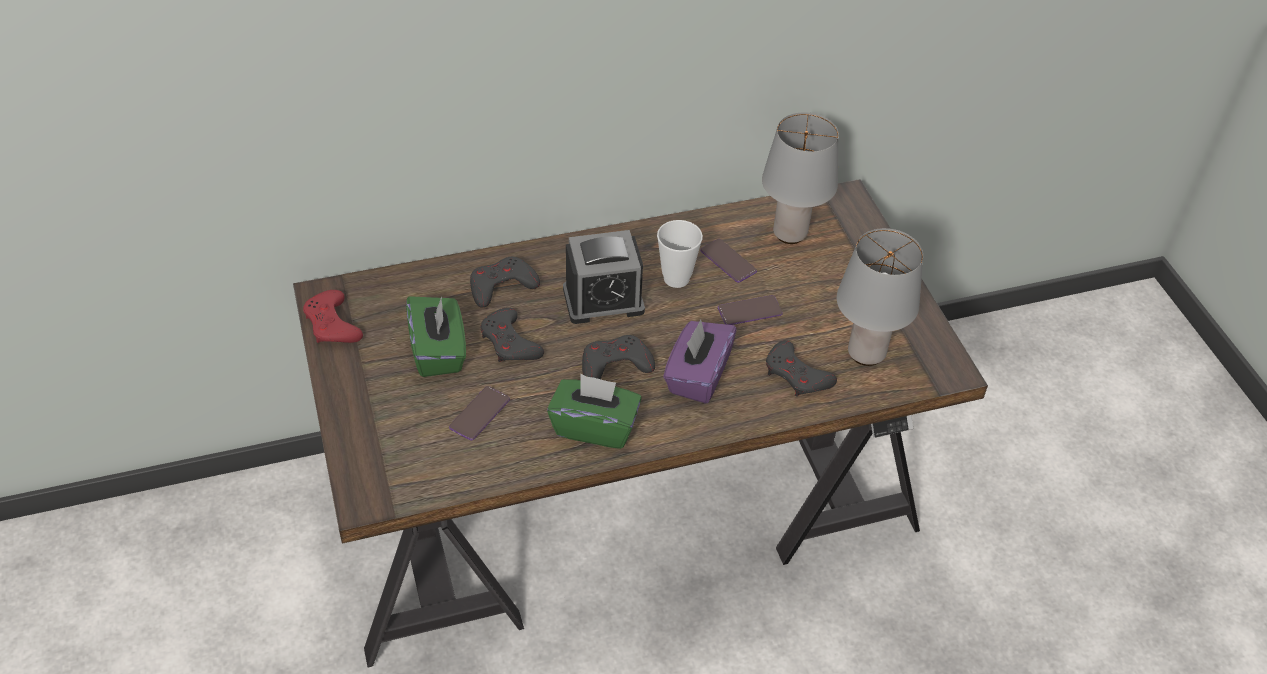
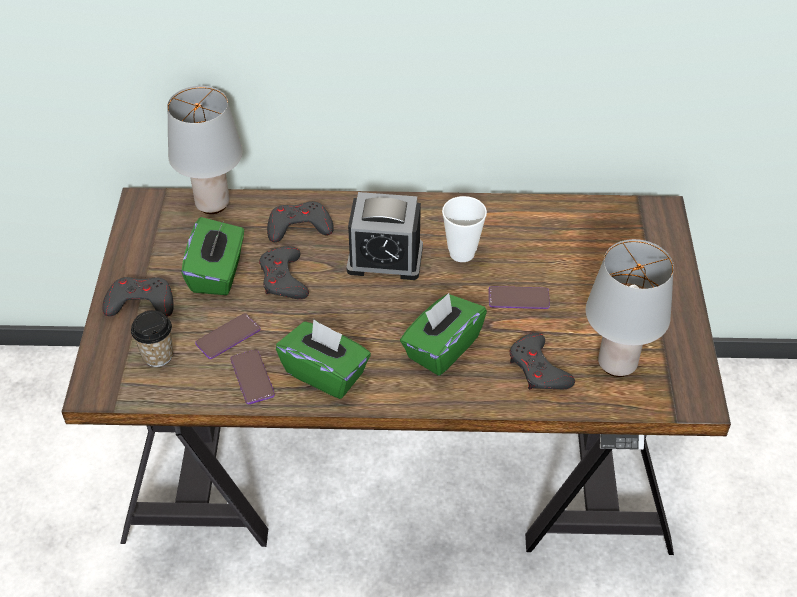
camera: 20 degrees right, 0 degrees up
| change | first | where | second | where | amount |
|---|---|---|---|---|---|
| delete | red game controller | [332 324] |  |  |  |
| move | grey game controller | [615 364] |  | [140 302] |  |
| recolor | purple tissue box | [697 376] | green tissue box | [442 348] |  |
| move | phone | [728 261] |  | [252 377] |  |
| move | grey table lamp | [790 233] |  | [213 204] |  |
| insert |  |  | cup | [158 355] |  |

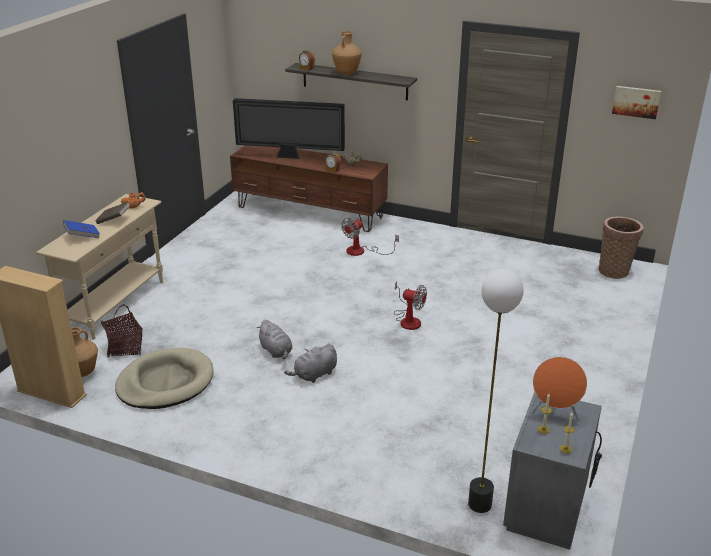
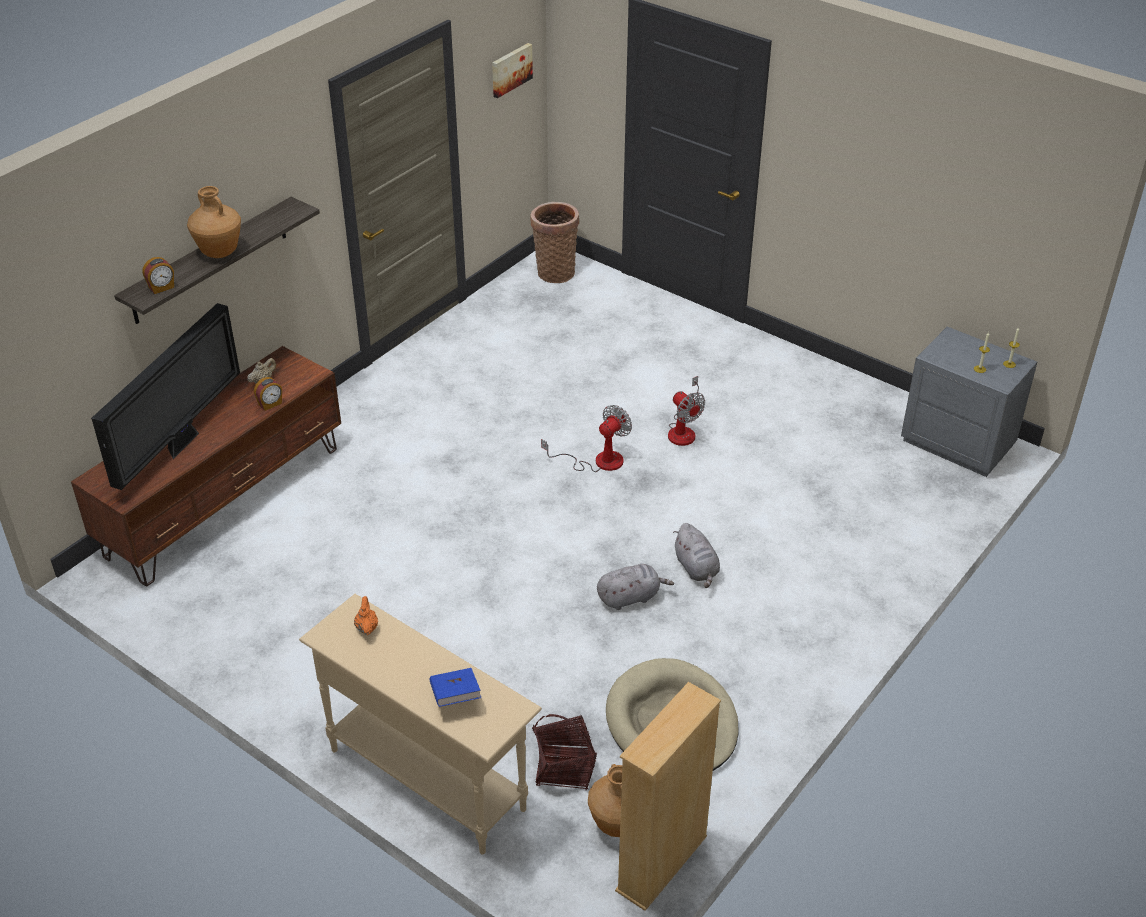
camera: 75 degrees left, 10 degrees up
| change | first | where | second | where | amount |
|---|---|---|---|---|---|
| delete | brown book | [114 220] |  |  |  |
| move | fan | [362 251] |  | [684 430] |  |
| delete | floor lamp | [479 504] |  |  |  |
| delete | orange speaker | [554 413] |  |  |  |

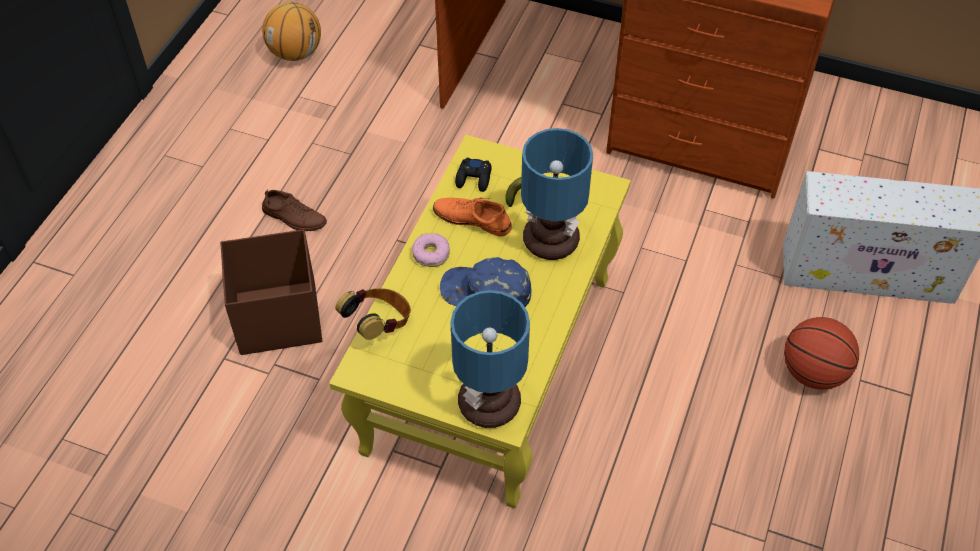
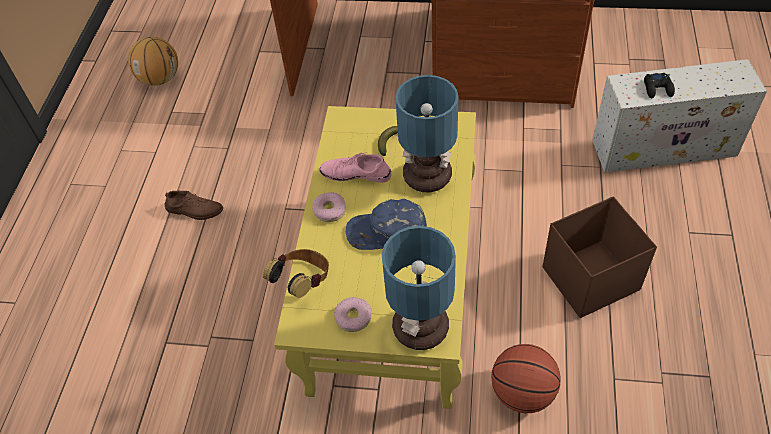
camera: 10 degrees left, 0 degrees up
| change | first | where | second | where | amount |
|---|---|---|---|---|---|
| move | brown storage box | [277 318] |  | [589 279] |  |
| recolor | orange shoe | [472 219] | pink shoe | [355 173] |  |
| move | black game controller | [474 178] |  | [658 88] |  |
| move | basketball | [813 372] |  | [523 392] |  |
| insert |  |  | donut | [353 317] |  |

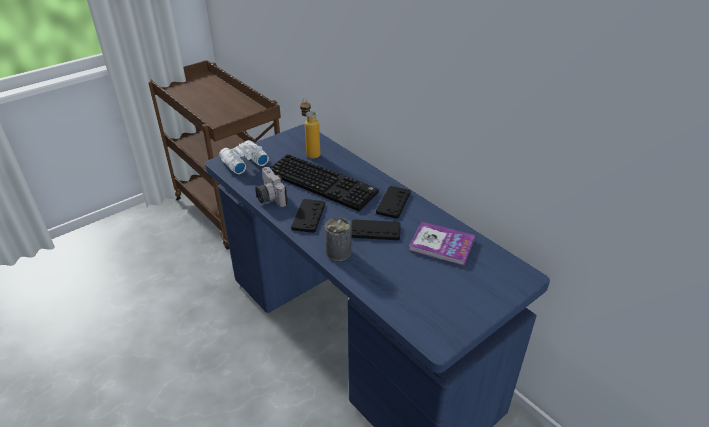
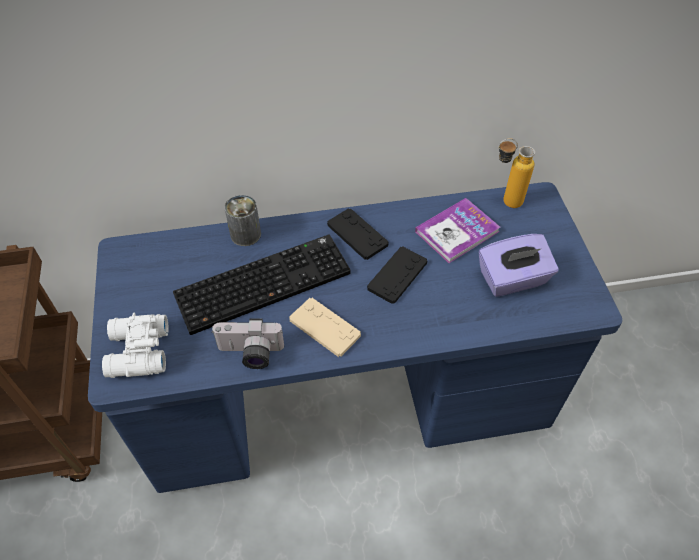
camera: 60 degrees left, 15 degrees up
| change | first | where | second | where | amount |
|---|---|---|---|---|---|
| recolor | black game controller | [308 216] | beige game controller | [324 327] |  |
| move | bottle | [311 152] |  | [504 201] |  |
| move | can | [338 252] |  | [245 234] |  |
| insert |  |  | purple tissue box | [512 279] |  |

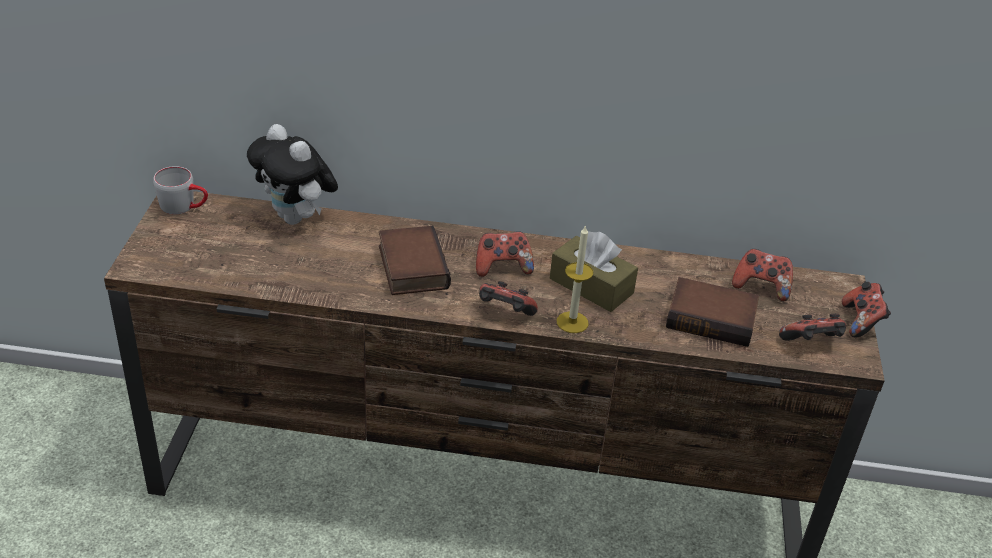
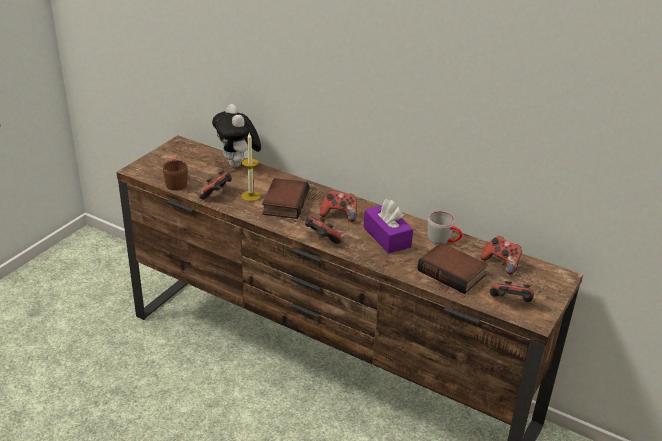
camera: 25 degrees right, 5 degrees down
| change | first | where | second | where | amount |
|---|---|---|---|---|---|
| move | grey mug | [184 206] |  | [444 240] |  |
| recolor | brown tissue box | [591 286] | purple tissue box | [387 237] |  |
| move | candle | [572 322] |  | [251 196] |  |
| move | game controller | [861 322] |  | [217 194] |  |
| insert |  |  | brown mug | [175 182] |  |

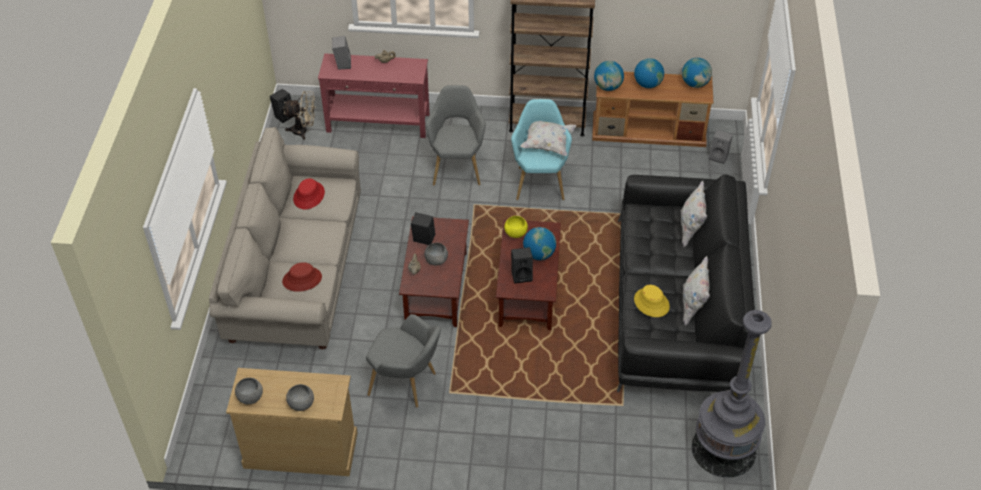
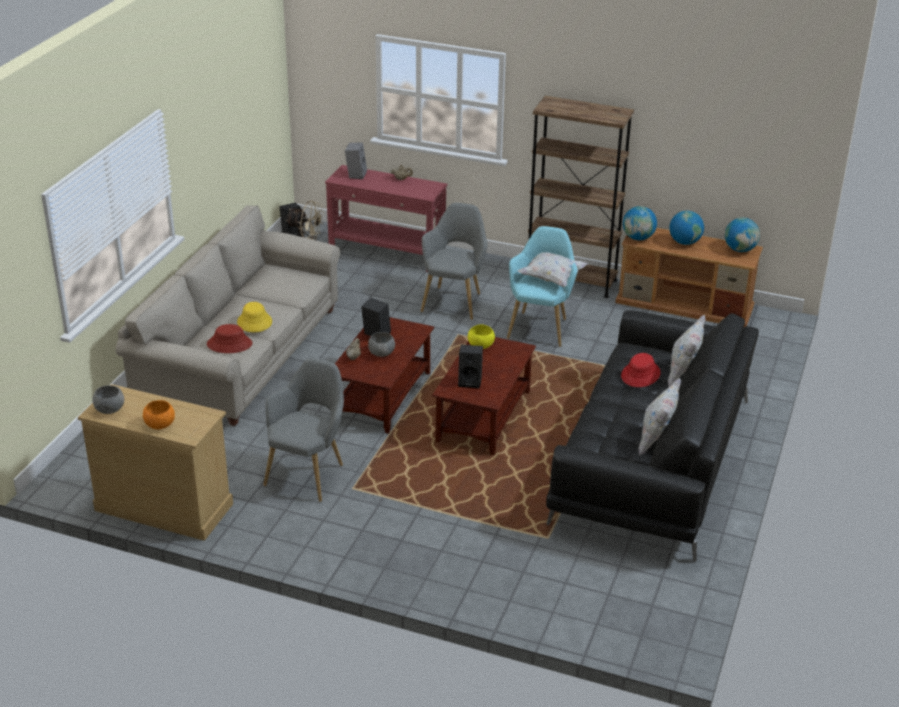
camera: 15 degrees right, 15 degrees down
| change | first | where | second | where | amount |
|---|---|---|---|---|---|
| recolor | grey bowl | [301 403] | orange bowl | [160 424] |  |
| move | red hat | [309 196] |  | [640 375] |  |
| rotate | grey armchair | [407 384] |  | [309 473] | 105 degrees counterclockwise |
| delete | globe | [539 254] |  |  |  |
| move | yellow hat | [651 303] |  | [254 322] |  |
| delete | grey floor lamp | [723 449] |  |  |  |
| delete | grey speaker | [719 156] |  |  |  |

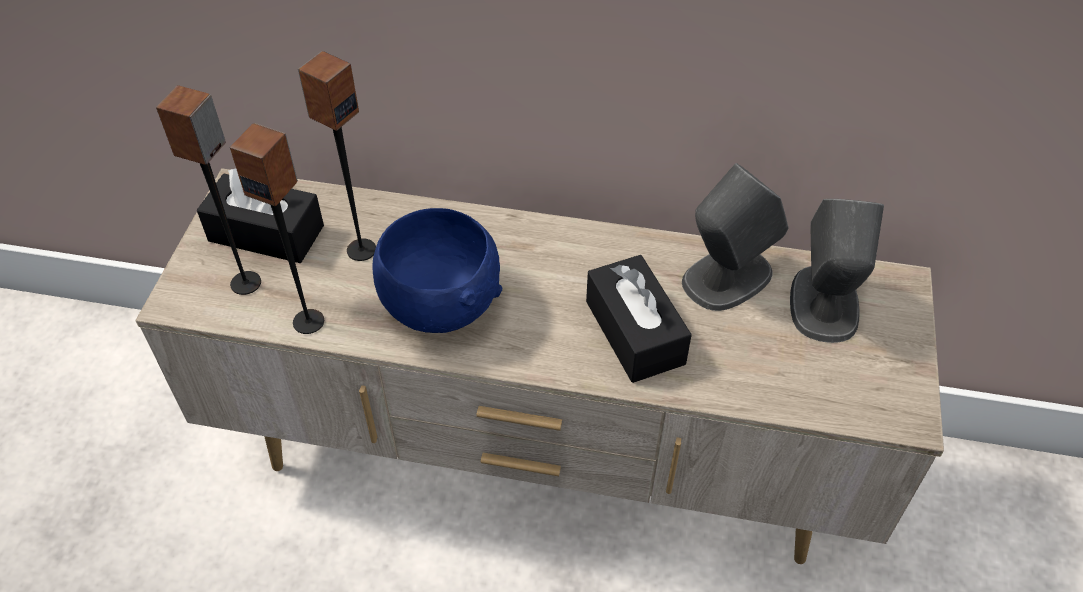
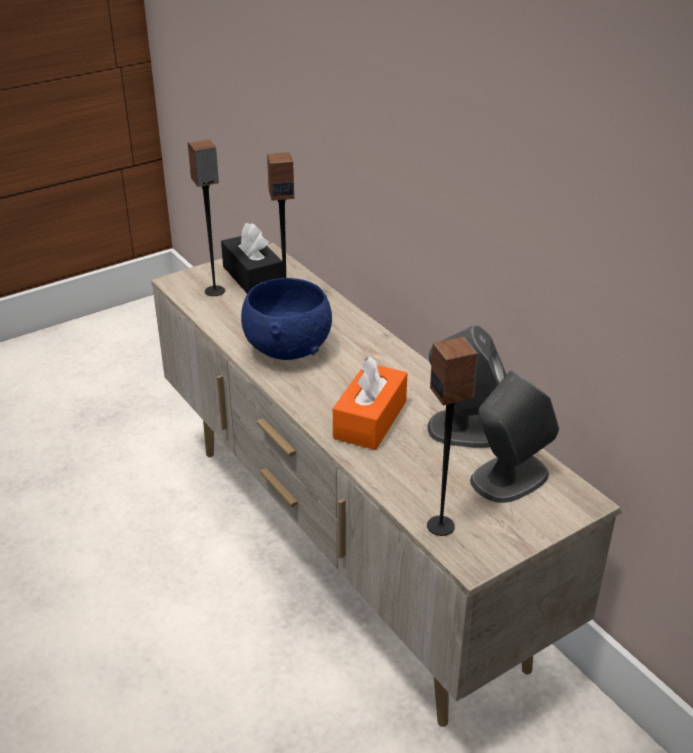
camera: 45 degrees right, 15 degrees down
| change | first | where | second | where | amount |
|---|---|---|---|---|---|
| move | speaker | [309 321] |  | [441 526] |  |
| recolor | black tissue box | [634 332] | orange tissue box | [370 420] |  |

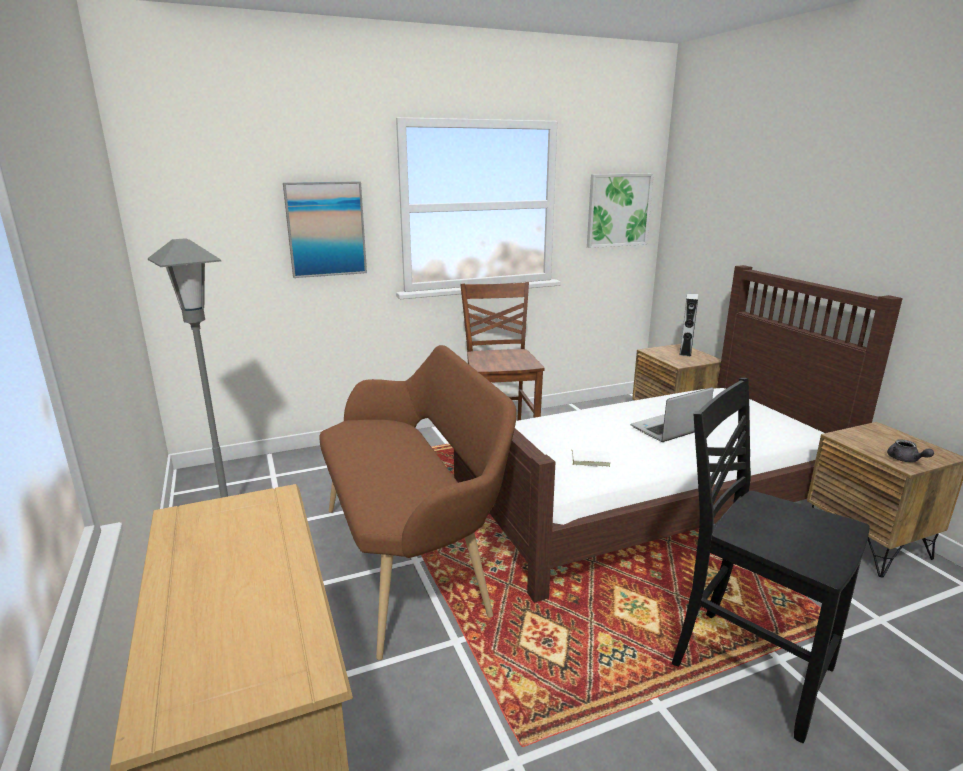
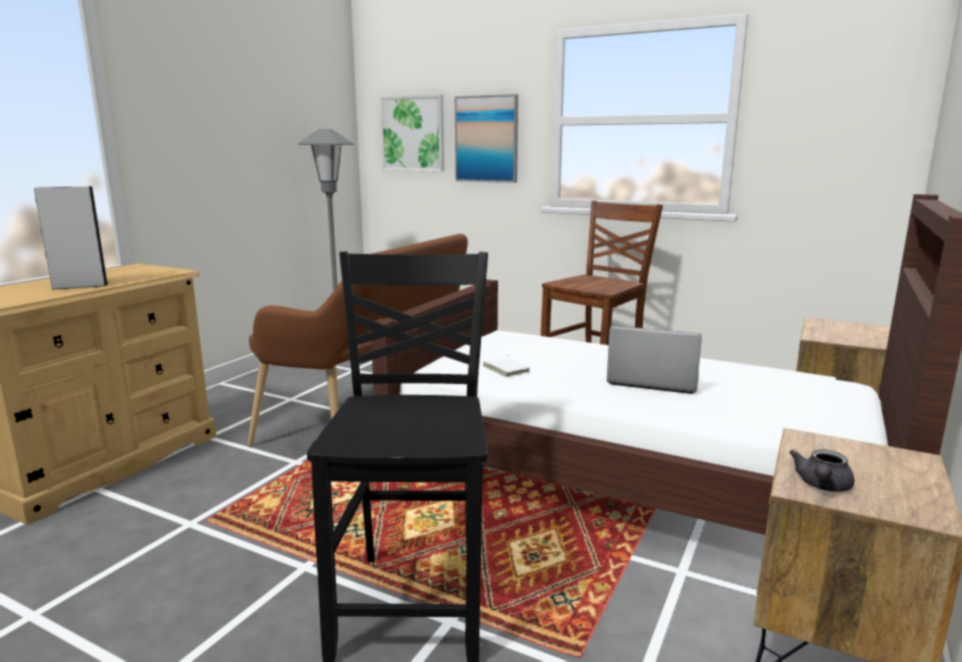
camera: 50 degrees right, 5 degrees down
| change | first | where | second | where | amount |
|---|---|---|---|---|---|
| move | picture | [618 210] |  | [412 133] |  |
| move | grey speaker | [685 352] |  | [80 286] |  |

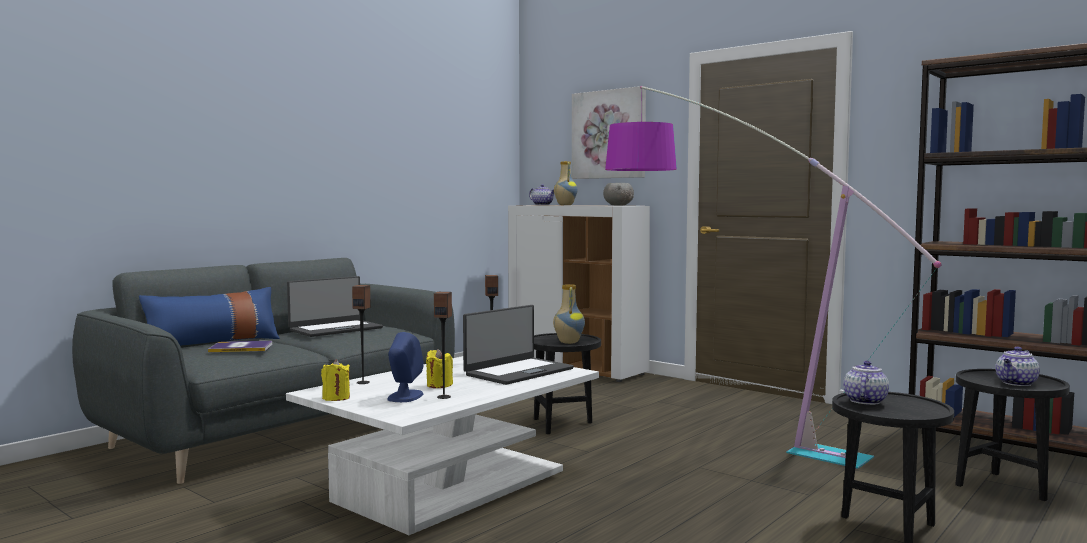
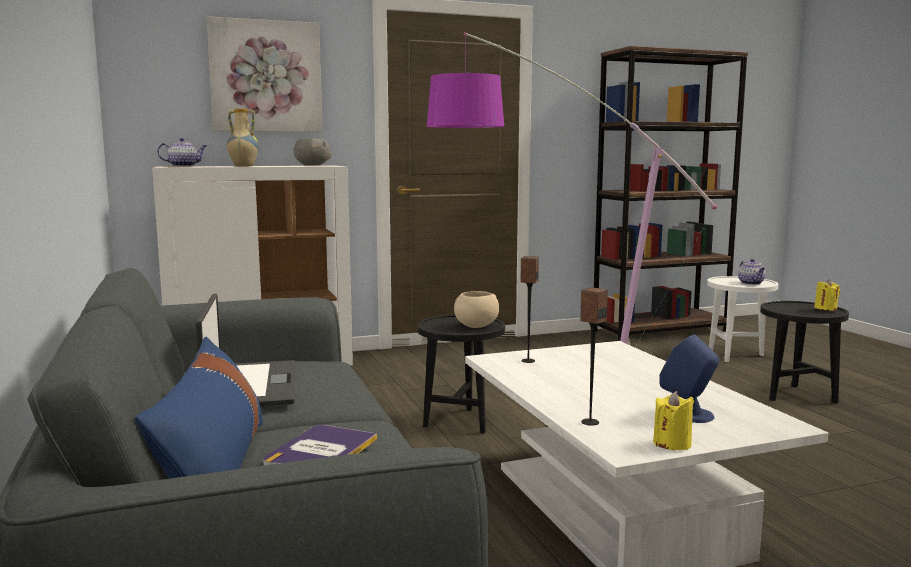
camera: 60 degrees left, 5 degrees up
| change | first | where | second | where | amount |
|---|---|---|---|---|---|
| move | yellow candle | [439 385] |  | [825 308] |  |
| delete | speaker | [444 397] |  |  |  |
| delete | laptop | [518 372] |  |  |  |
| replace | vase | [568 342] | beige bowl | [476 326] |  |
| delete | teapot | [864 401] |  |  |  |
| recolor | black side table | [1005 488] | white side table | [737 355] |  |

